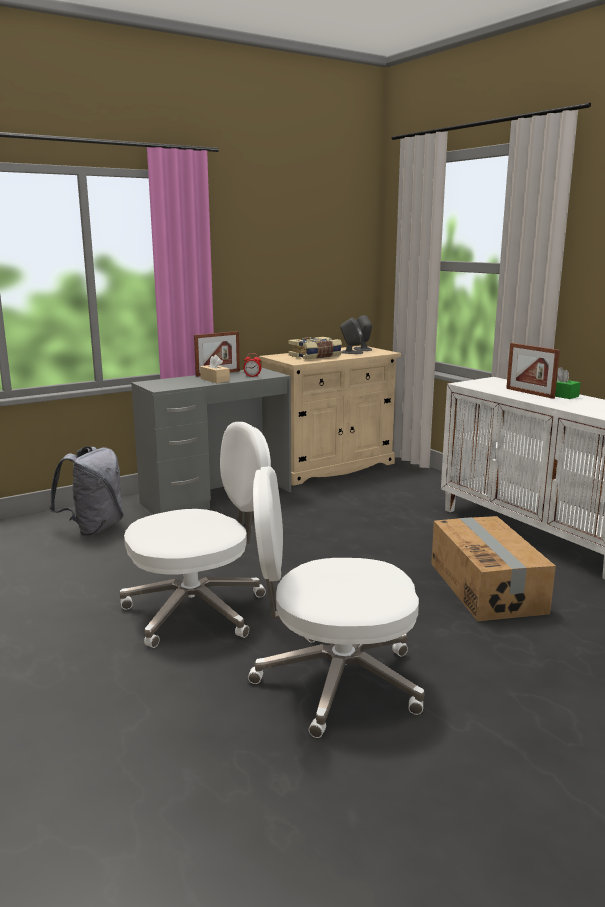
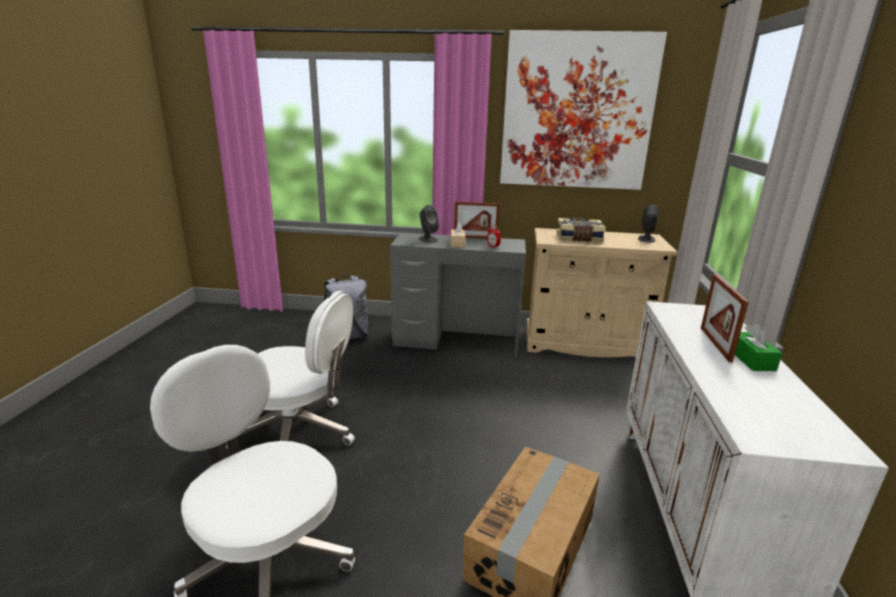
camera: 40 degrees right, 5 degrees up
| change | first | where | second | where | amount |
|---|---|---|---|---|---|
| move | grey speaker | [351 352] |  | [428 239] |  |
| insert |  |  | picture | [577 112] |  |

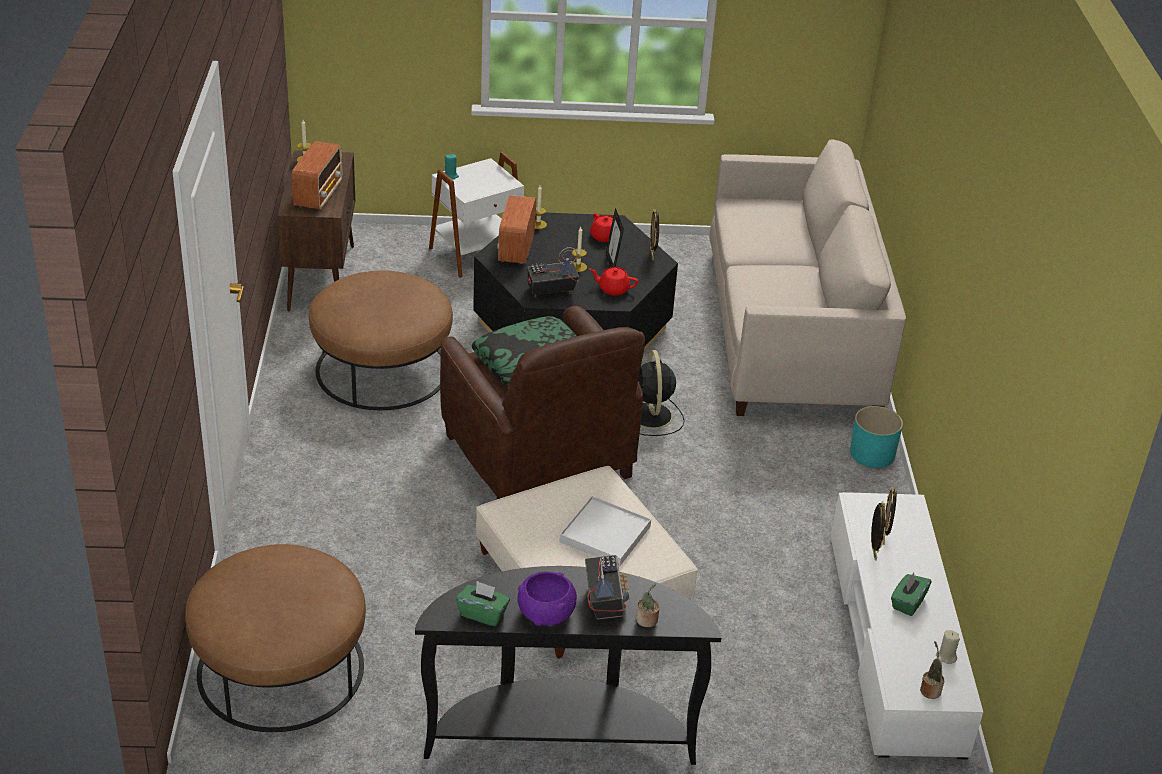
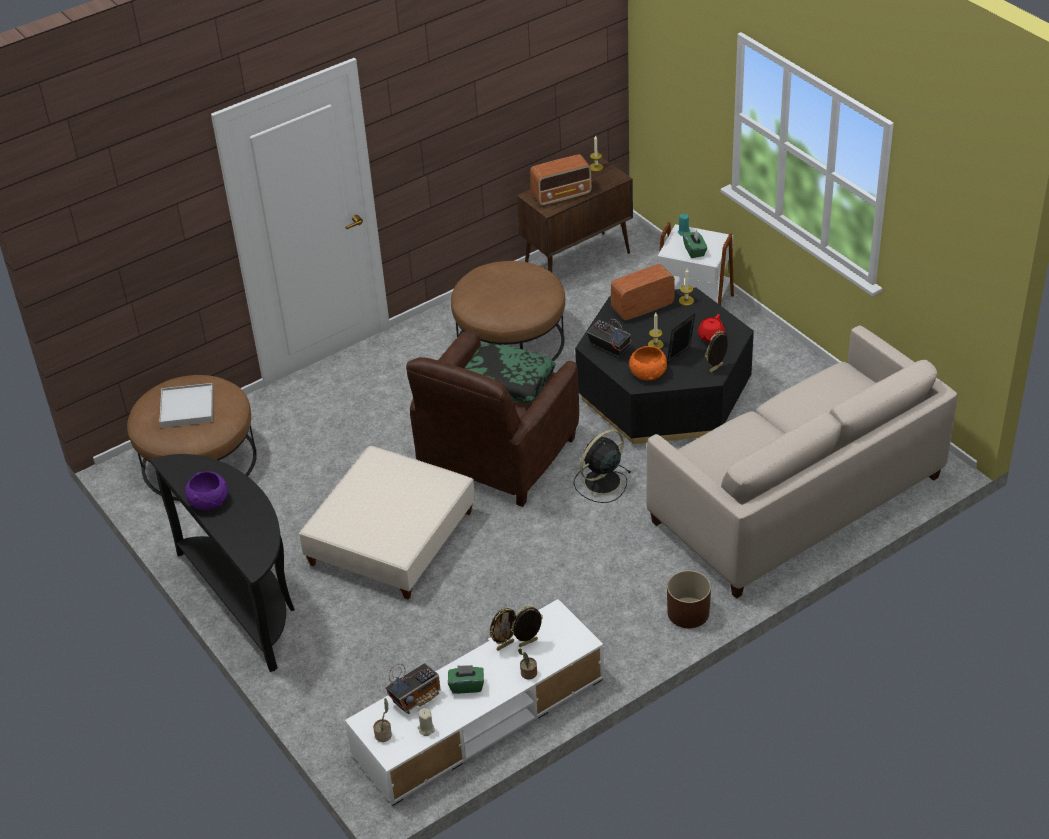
camera: 60 degrees right, 5 degrees up
| change | first | where | second | where | amount |
|---|---|---|---|---|---|
| move | green tissue box | [483 614] |  | [694 251] |  |
| move | white tray | [604 534] |  | [187 408] |  |
| move | radio | [604 601] |  | [416 698] |  |
| replace | red teapot | [613 289] | orange bowl | [648 373] |  |
| move | potted plant | [647 620] |  | [527 673] |  |
| recolor | turquoise planter | [872 454] | brown planter | [688 613] |  |

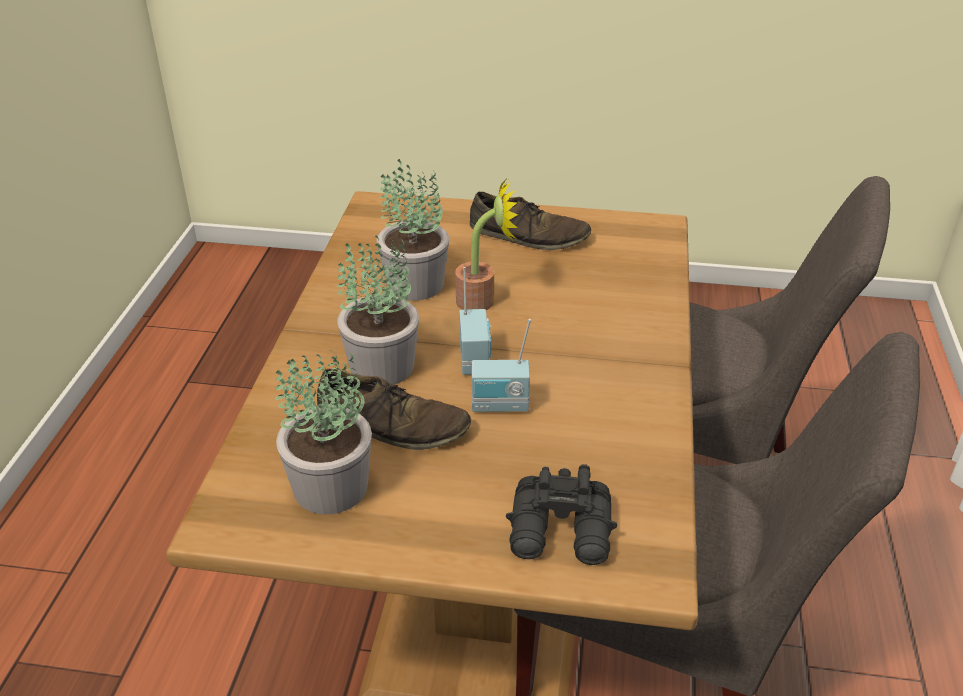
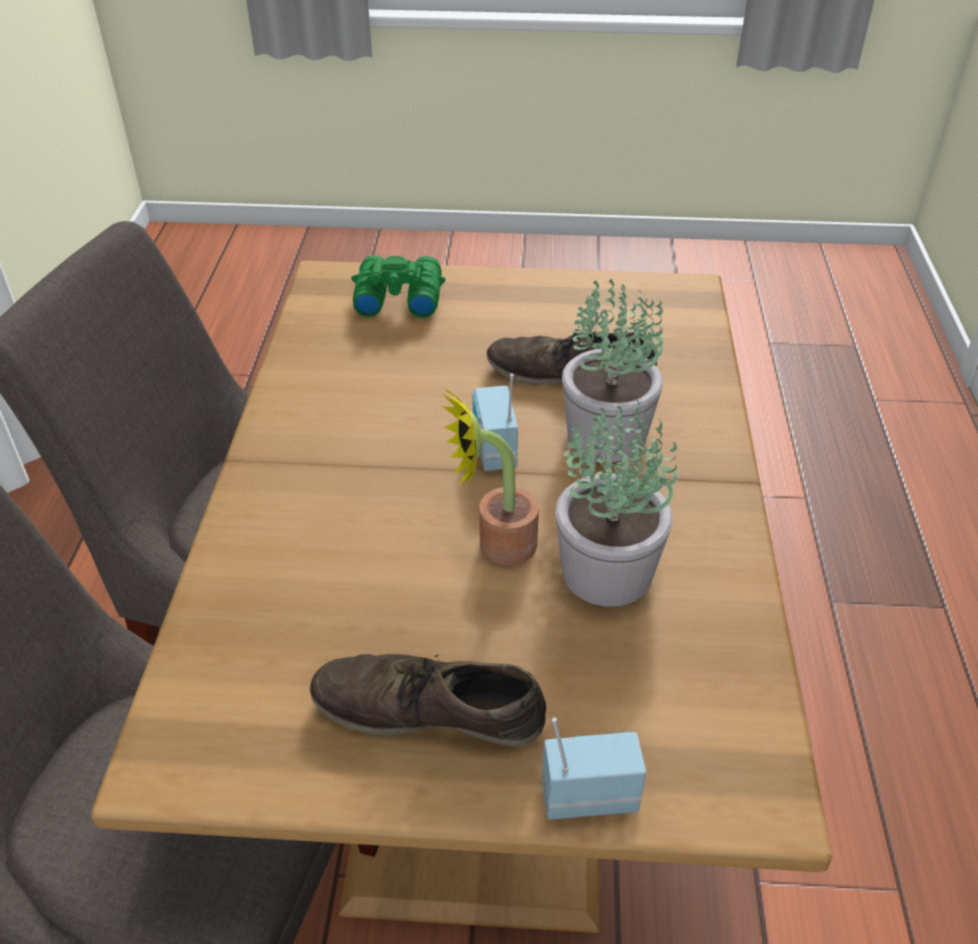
camera: 175 degrees right, 5 degrees up
| change | first | where | second | where | amount |
|---|---|---|---|---|---|
| delete | potted plant | [332 488] |  |  |  |
| move | radio | [500 406] |  | [588 794] |  |
| recolor | black binoculars | [562 533] | green binoculars | [397 297] |  |

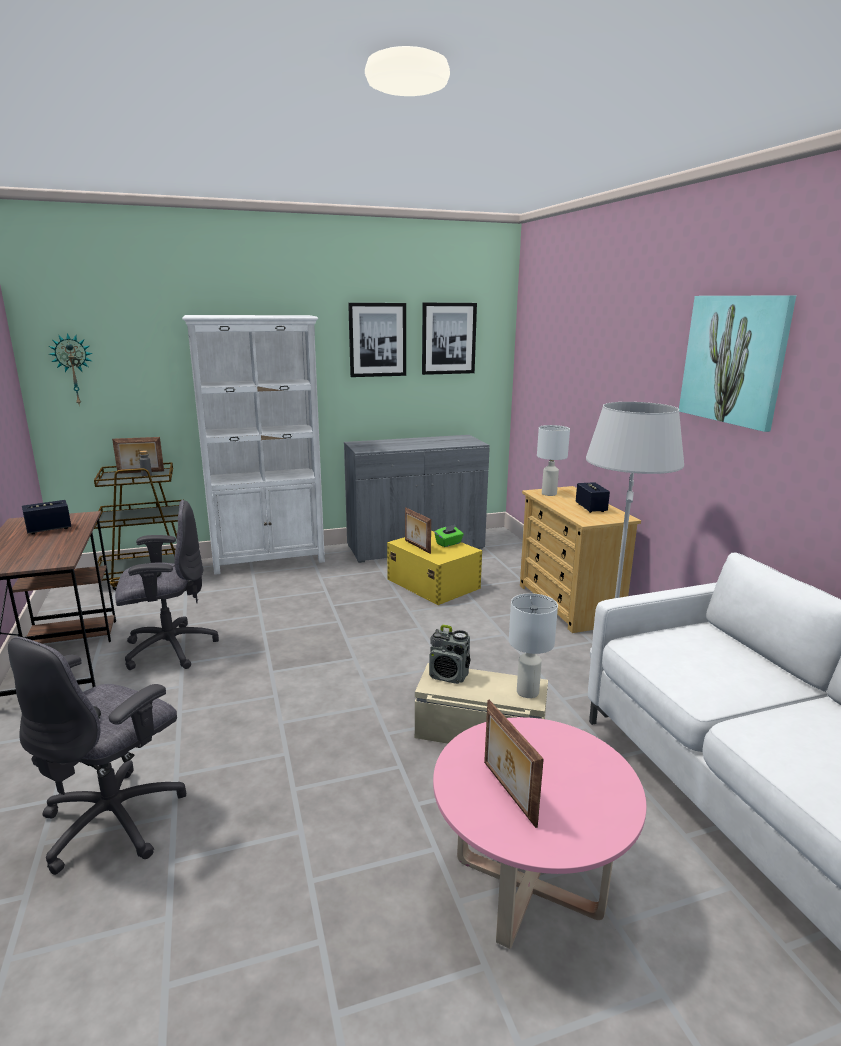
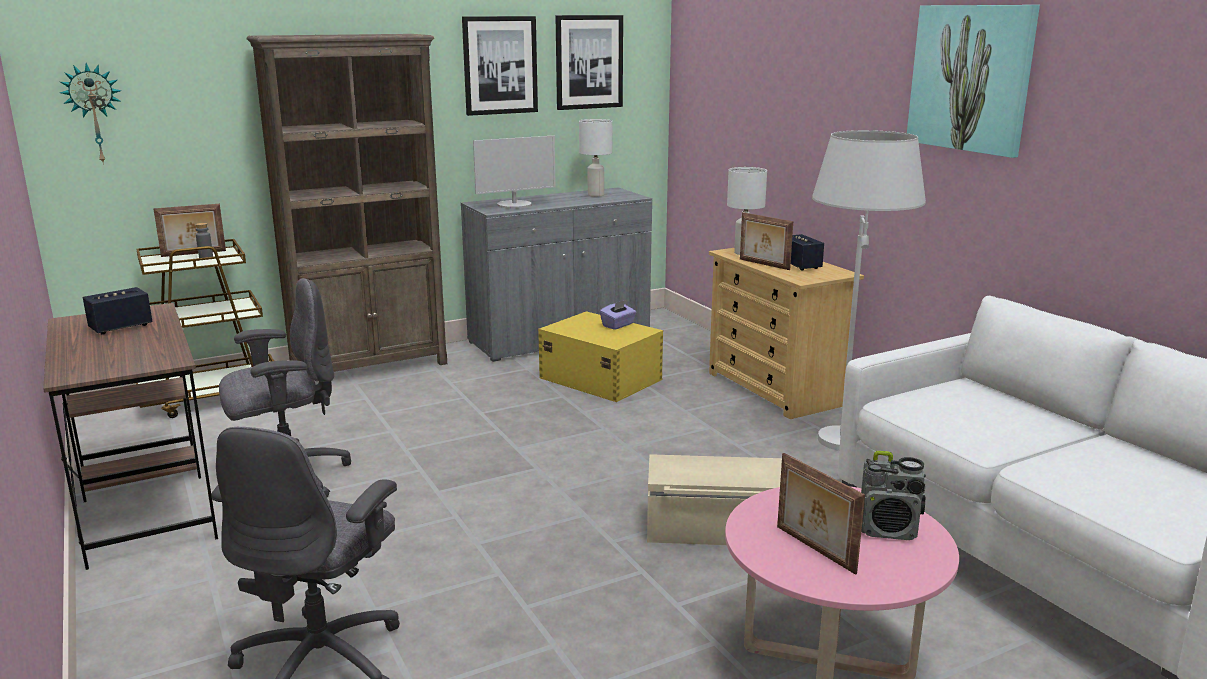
camera: 10 degrees left, 0 degrees up
| change | first | where | second | where | amount |
|---|---|---|---|---|---|
| recolor | white bookcase | [269 560] | brown bookcase | [371 367] |  |
| move | picture frame | [416 547] |  | [763 264] |  |
| move | radio | [449 676] |  | [888 530] |  |
| recolor | green tissue box | [449 543] | purple tissue box | [618 325] |  |
| move | white table lamp | [528 692] |  | [596 195] |  |
| insert |  |  | monitor | [514 205] |  |

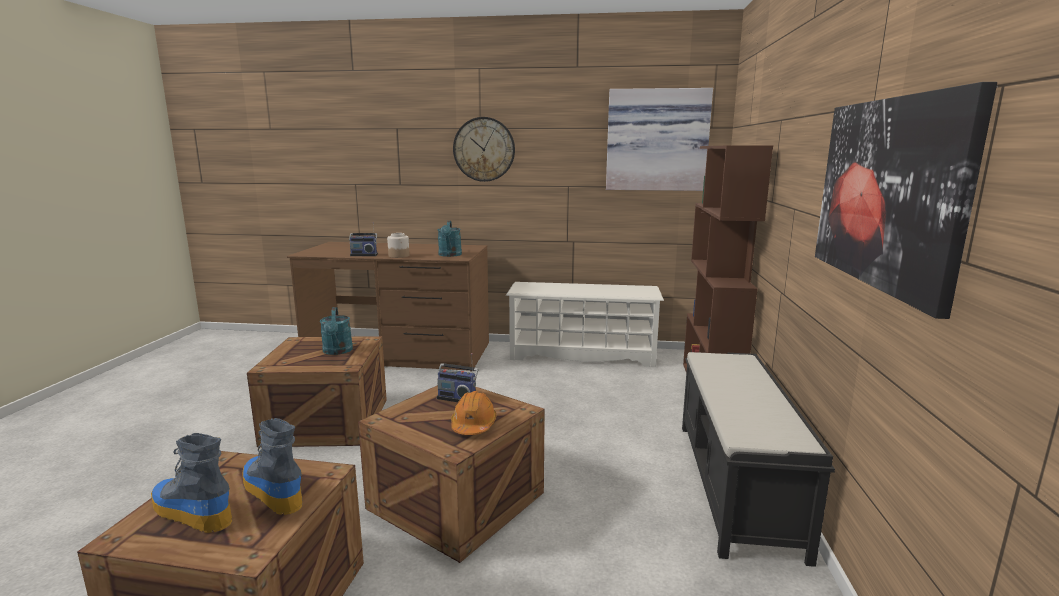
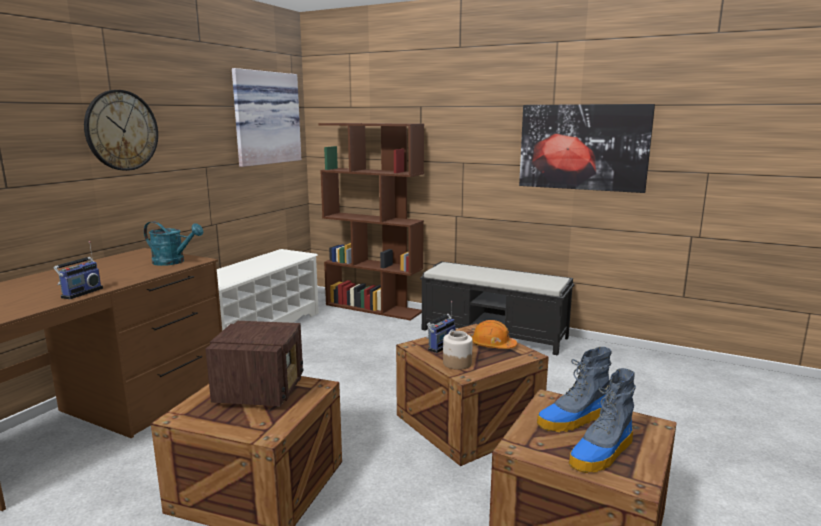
camera: 70 degrees left, 0 degrees up
| change | first | where | second | where | amount |
|---|---|---|---|---|---|
| replace | turquoise watering can | [337 351] | radio | [261 390] |  |
| move | jar | [399 256] |  | [457 363] |  |

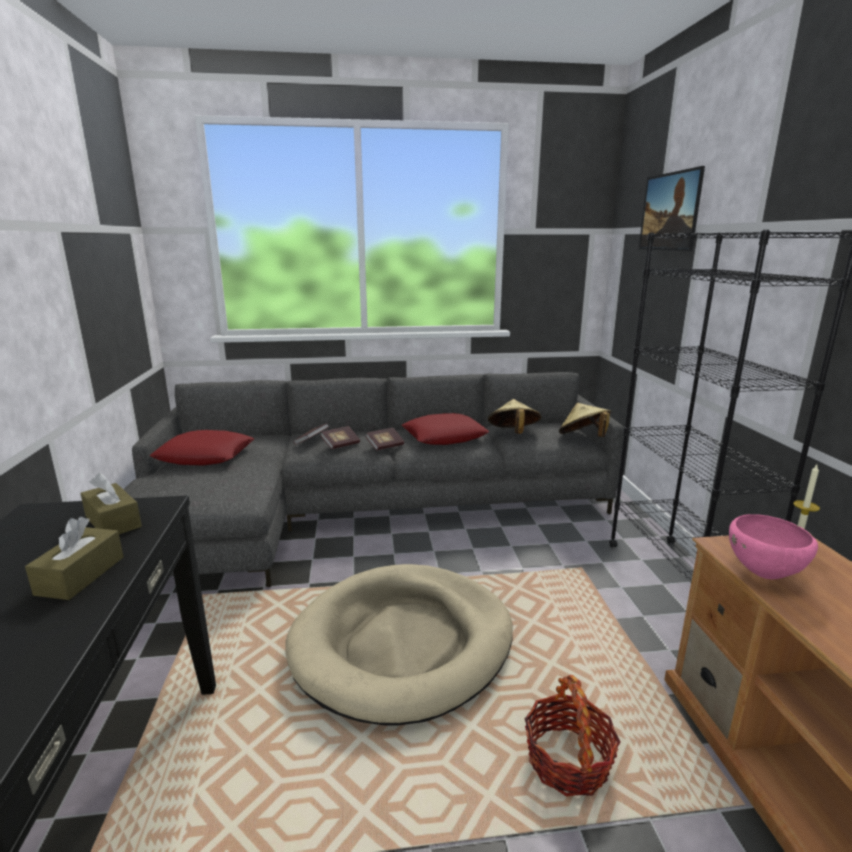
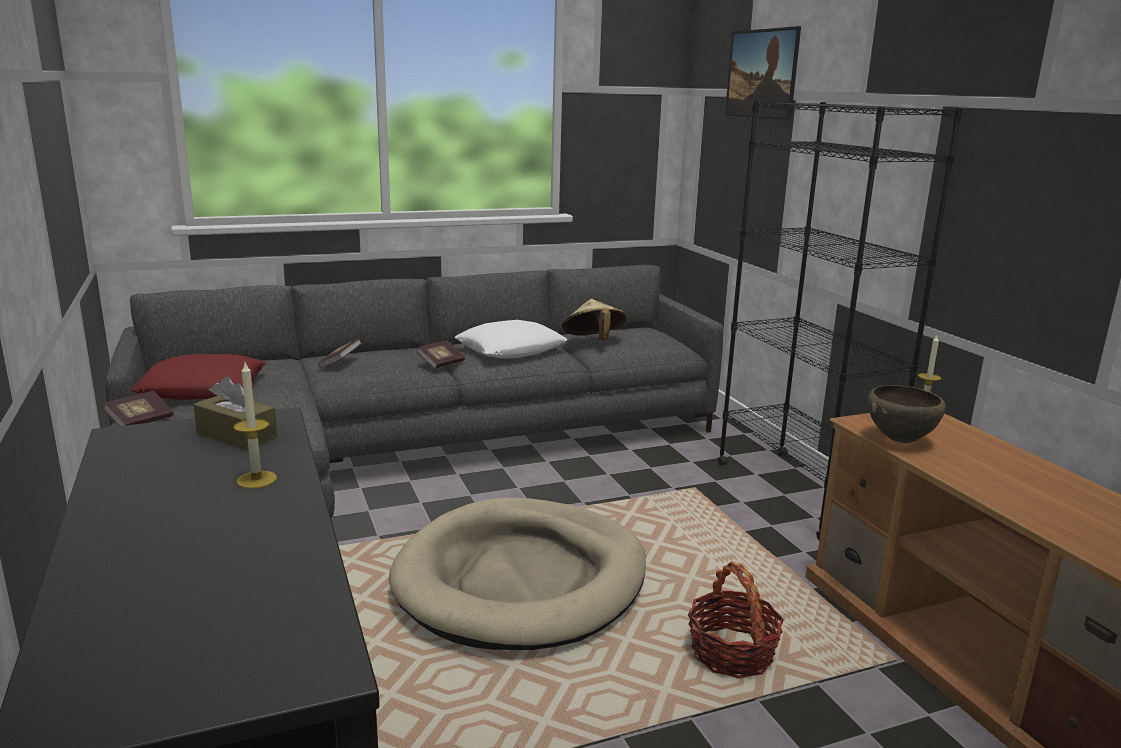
camera: 15 degrees left, 0 degrees up
| change | first | where | second | where | amount |
|---|---|---|---|---|---|
| replace | brown tissue box | [81 575] | candle | [256 479] |  |
| move | book | [340 445] |  | [140 421] |  |
| recolor | red pillow | [445 436] | white pillow | [511 349] |  |
| delete | beige hat | [583 438] |  |  |  |
| recolor | pink bowl | [764 574] | brown bowl | [900 440] |  |

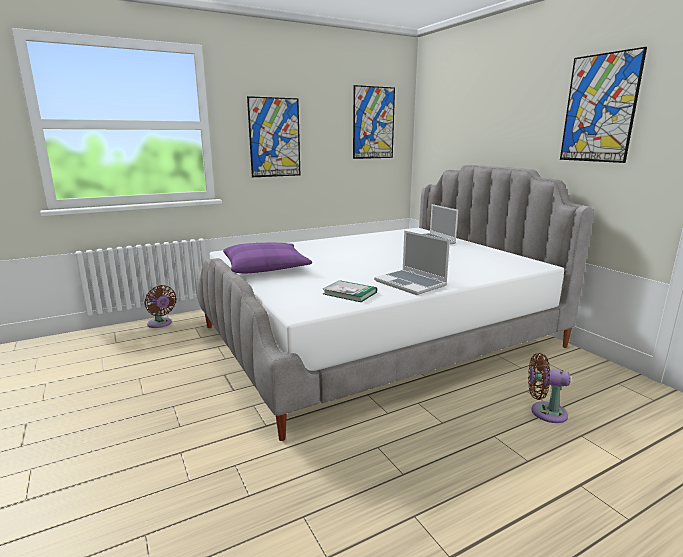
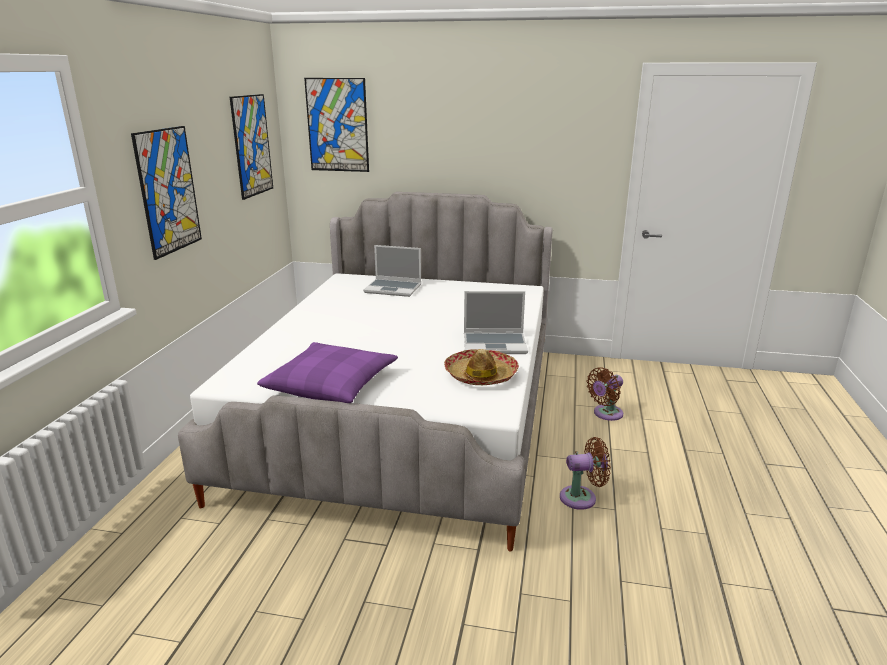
camera: 50 degrees left, 5 degrees up
| change | first | where | second | where | amount |
|---|---|---|---|---|---|
| move | brown fan | [160 324] |  | [582 498] |  |
| replace | book | [350 293] | hat | [480 375] |  |
| move | picture | [599 108] |  | [337 125] |  |

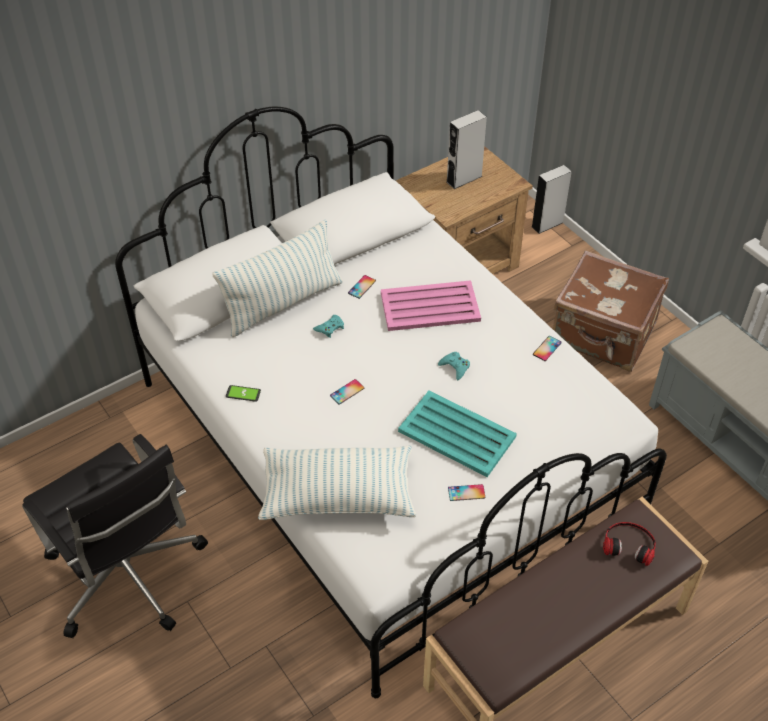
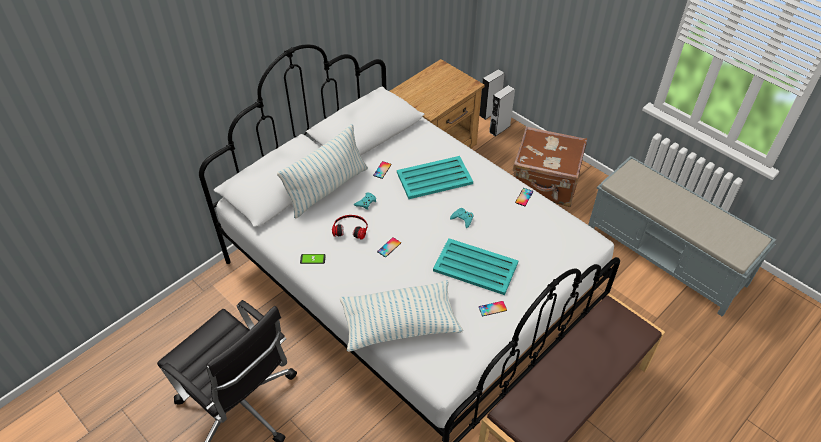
camera: 10 degrees left, 0 degrees up
| change | first | where | second | where | amount |
|---|---|---|---|---|---|
| recolor | pink tray | [429 307] | turquoise tray | [433 178] |  |
| move | grey speaker | [464 179] |  | [499 129] |  |
| move | headphones | [629 544] |  | [350 228] |  |

